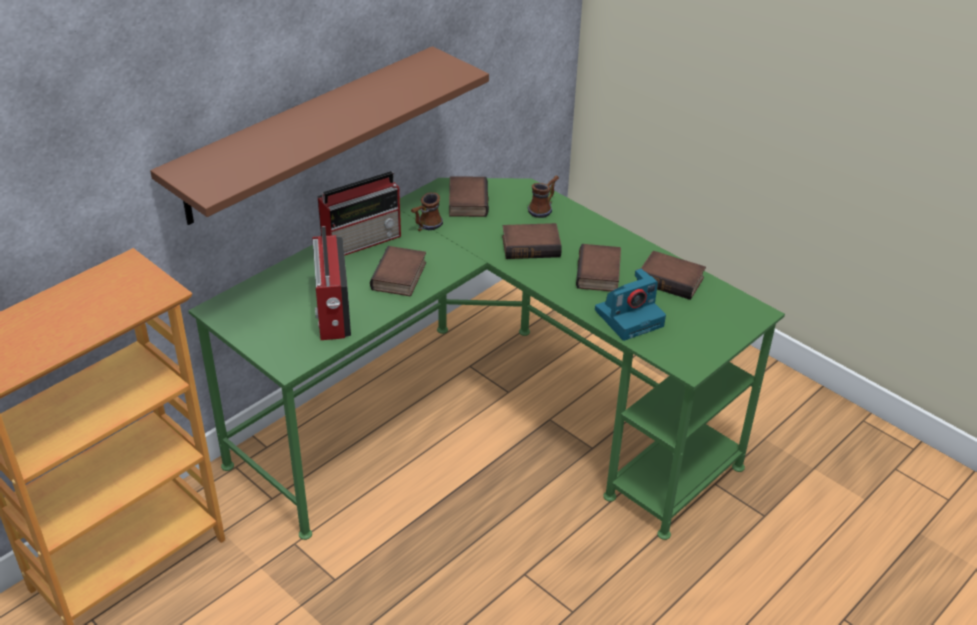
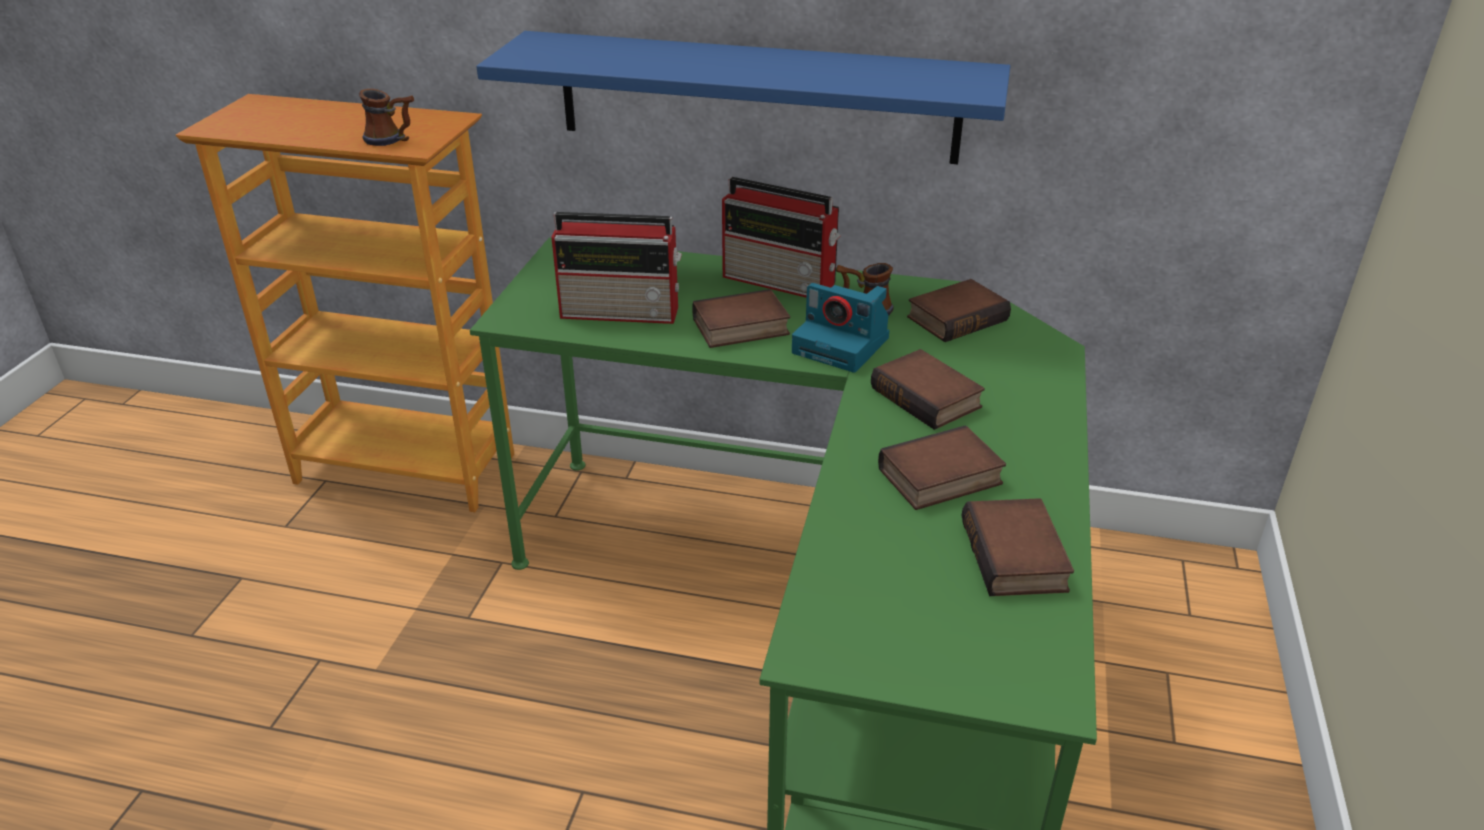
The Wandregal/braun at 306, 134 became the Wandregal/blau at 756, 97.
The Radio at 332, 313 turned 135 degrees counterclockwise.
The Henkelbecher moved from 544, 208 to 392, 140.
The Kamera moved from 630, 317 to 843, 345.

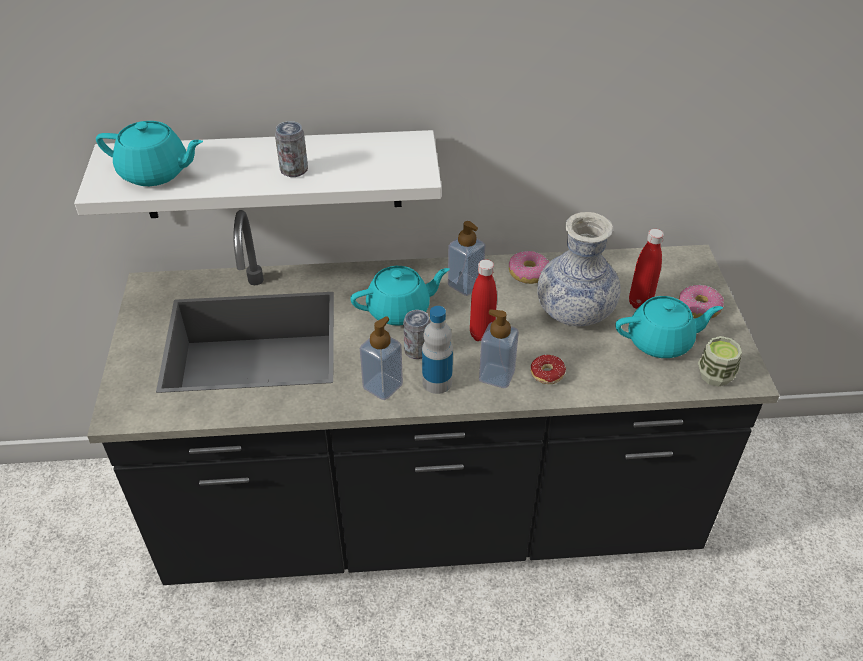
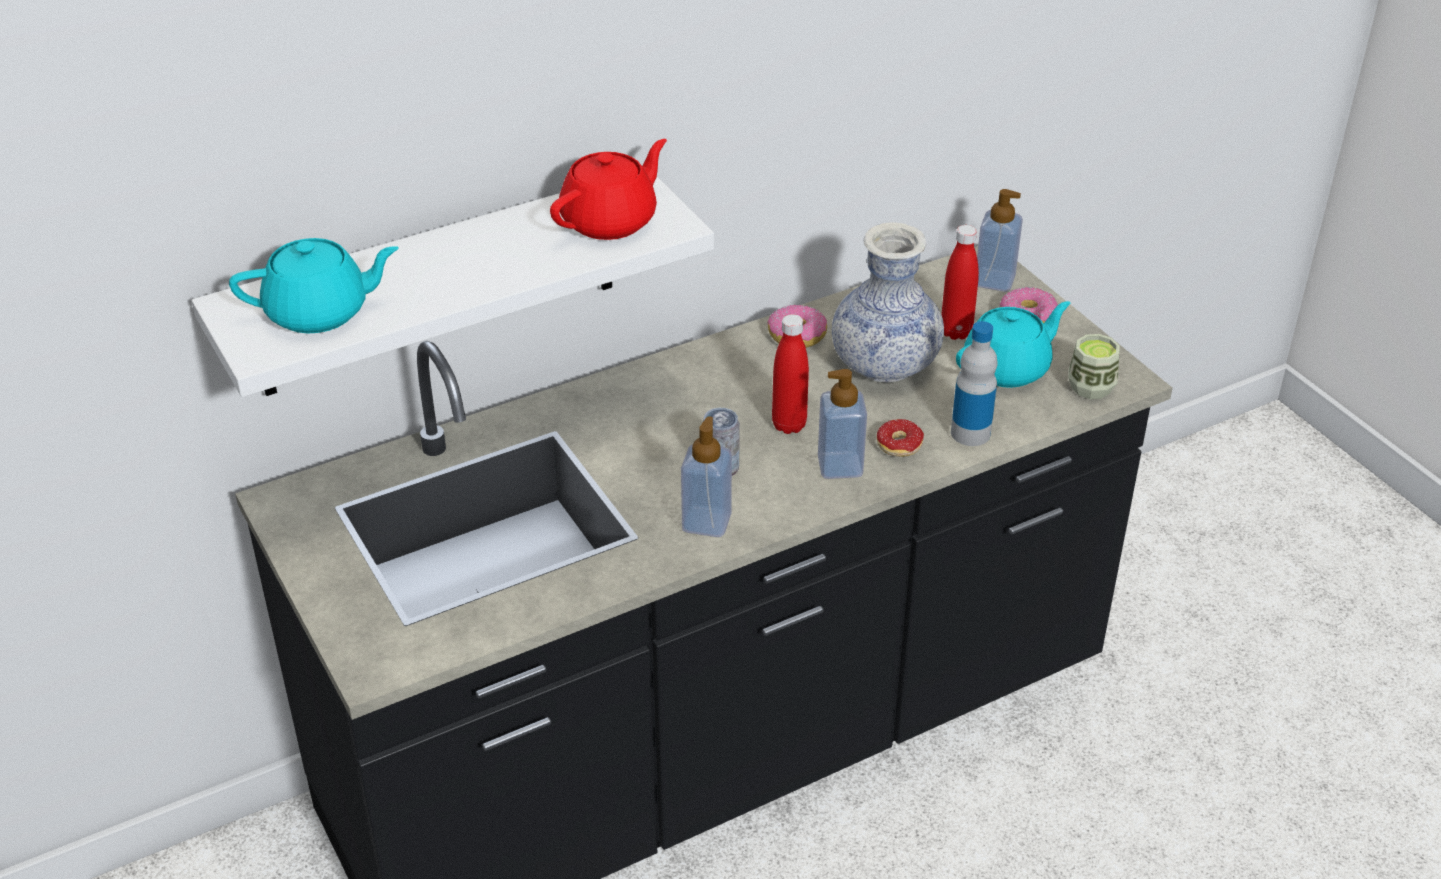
The Dose at 294, 170 disappeared.
The Teekanne/türkis at 400, 310 disappeared.
The Flasche moved from 437, 382 to 970, 433.
The Seifenspender moved from 465, 285 to 994, 280.
The Teekanne/rot at 611, 221 appeared.

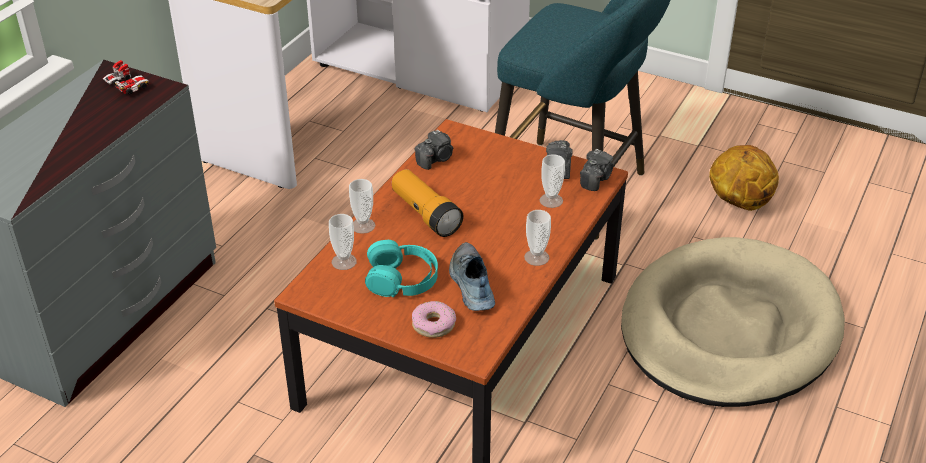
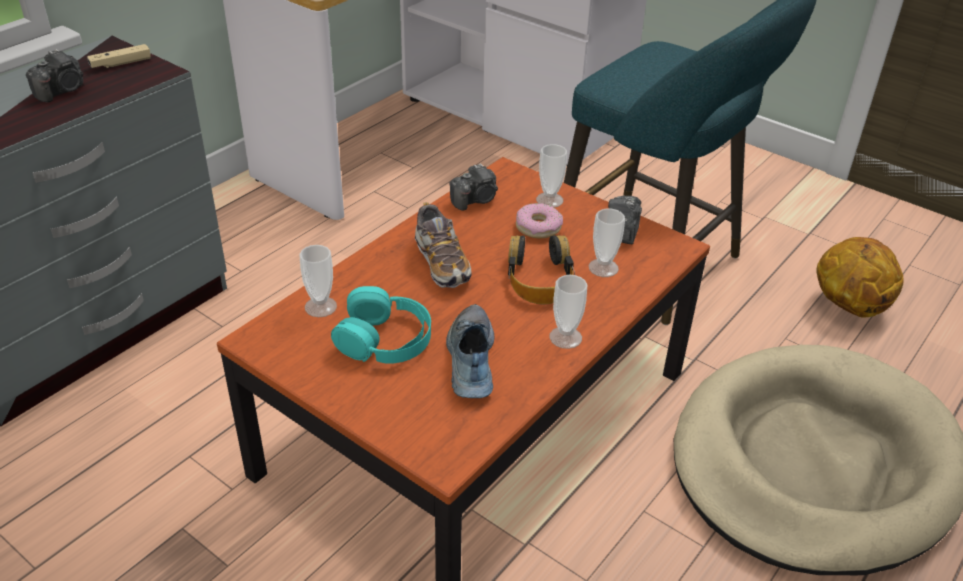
The Spielzeugauto at 127, 85 was replaced by the Gamepad/beige at 121, 63.
The Tasse moved from 363, 226 to 549, 200.
The Taschenlampe at 425, 214 was replaced by the Schuh at 442, 263.
The Donut moved from 433, 324 to 538, 227.
The Kamera moved from 595, 179 to 62, 91.
The Kopfhörer at 539, 278 appeared.

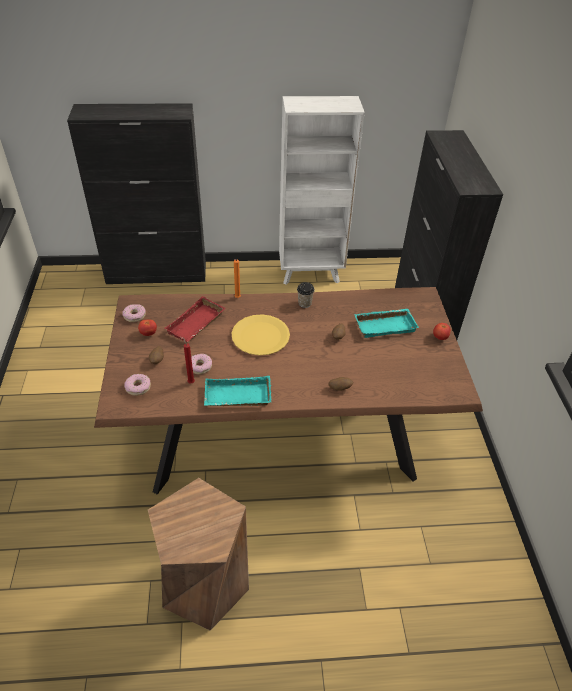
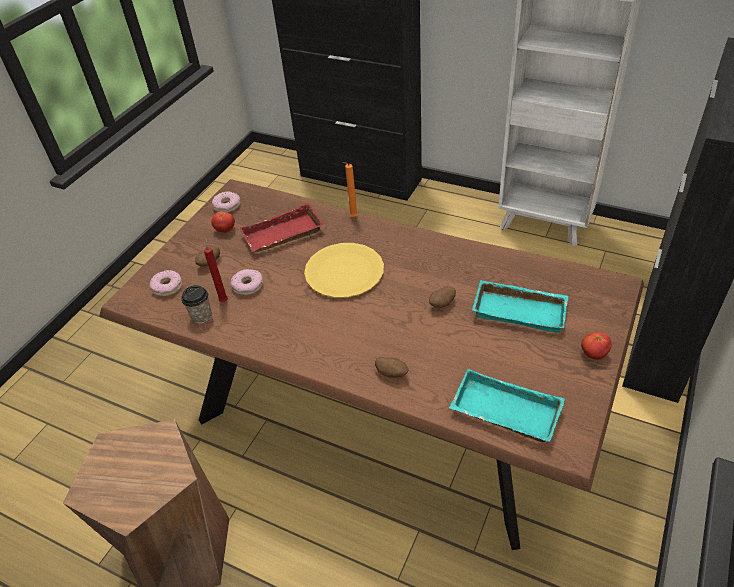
The Tablett/türkis moved from 237, 397 to 503, 413.
The Tasse moved from 304, 303 to 201, 316.

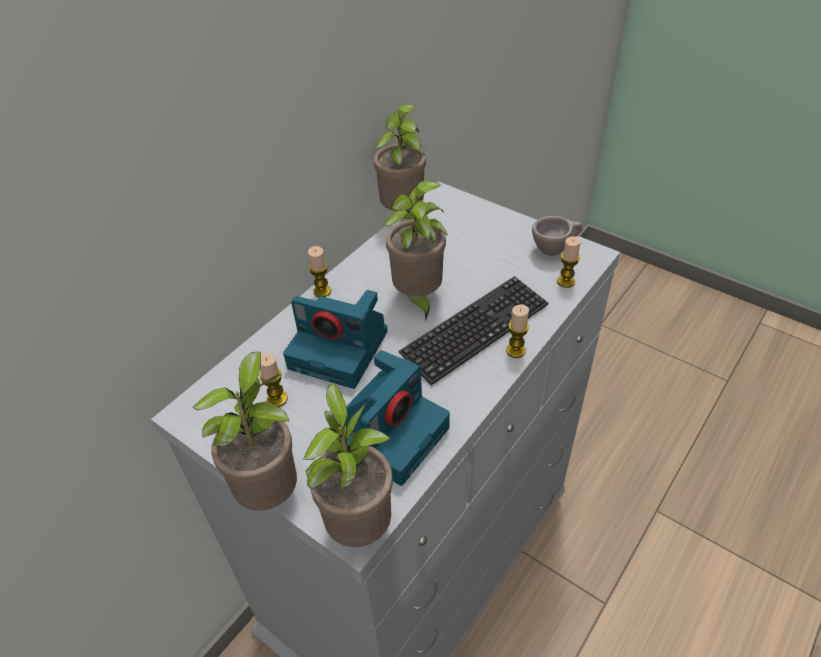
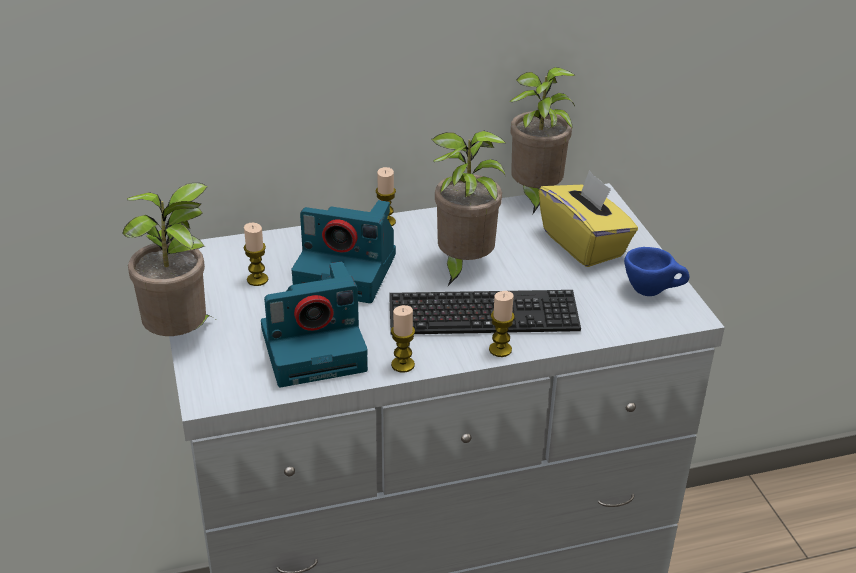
The Kamera at 341, 349 turned 45 degrees counterclockwise.
The Topfpflanze at 359, 525 disappeared.
The Tasse/beige at 554, 249 became the Tasse/blau at 653, 291.
The Kerze moved from 566, 281 to 403, 365.
The Taschentuchbox/gelb at 584, 244 appeared.

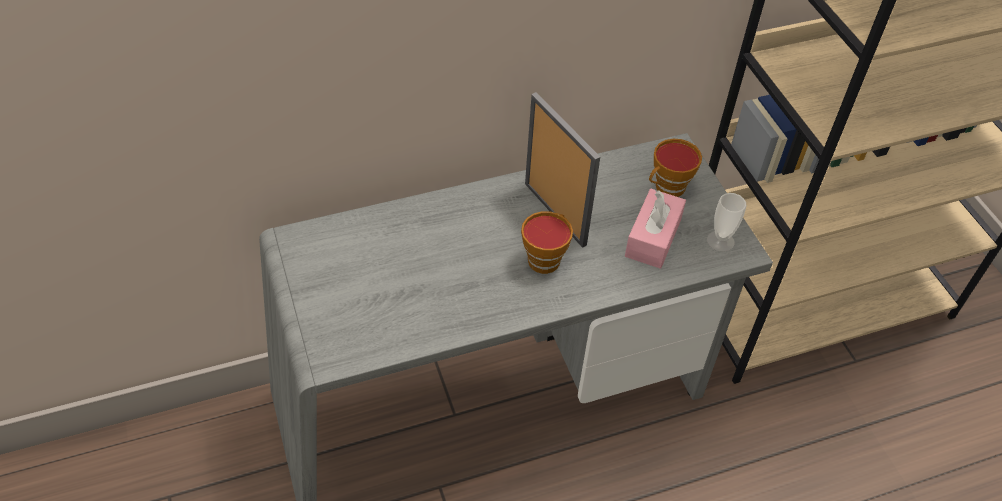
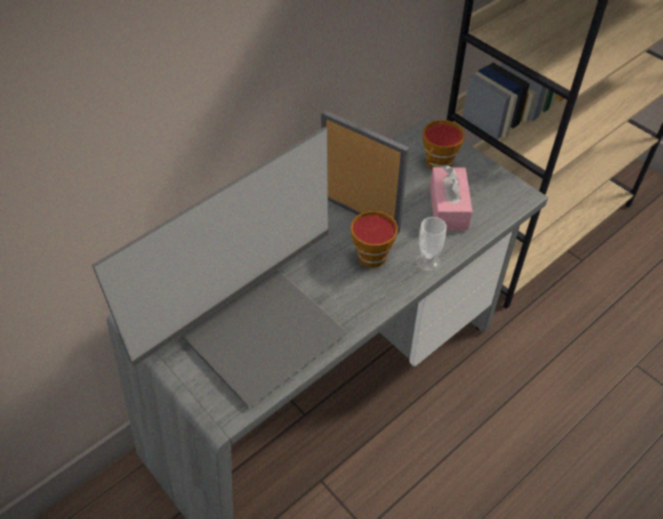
The Tasse moved from 720, 241 to 428, 262.
The Monitor at 257, 329 appeared.

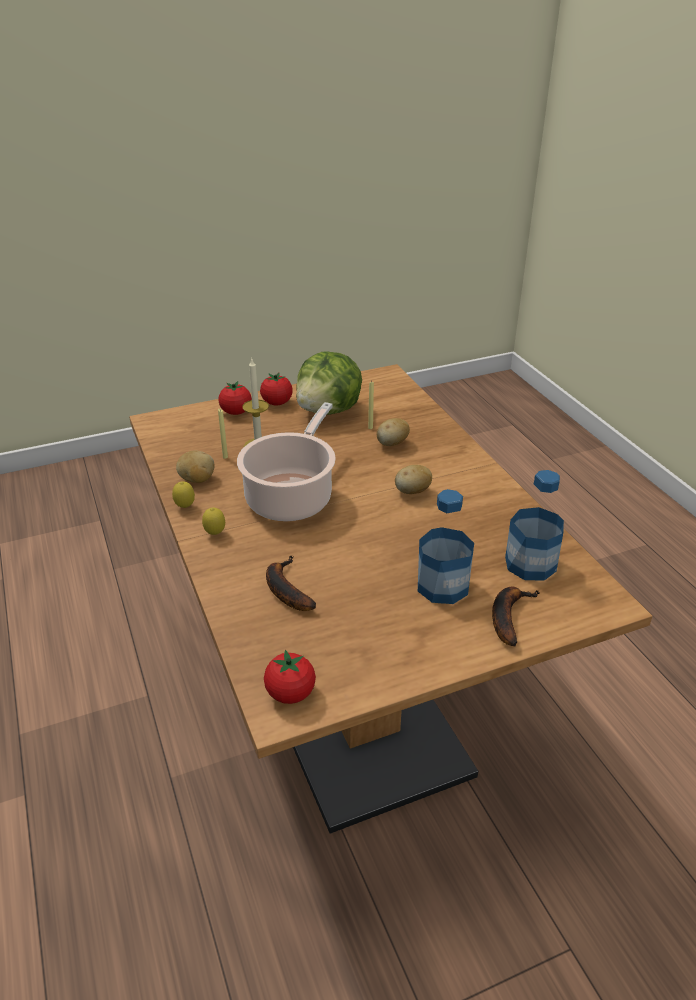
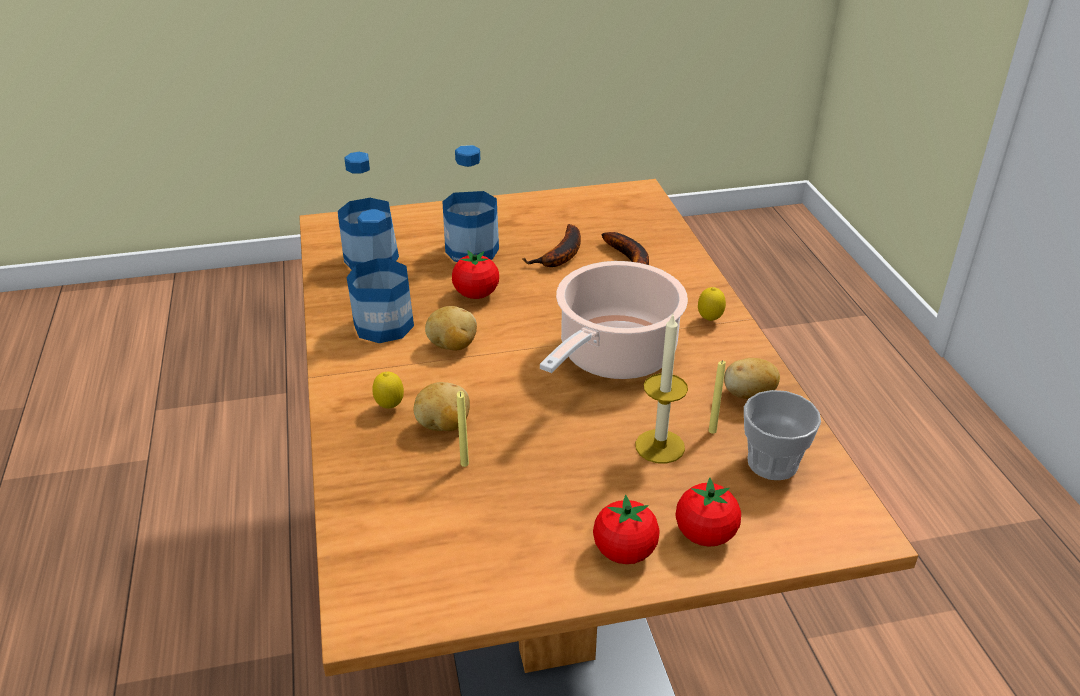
The Zitrone moved from 185, 507 to 390, 407.
The Tomate moved from 290, 693 to 476, 294.
The Salatkopf at 329, 411 disappeared.
The Banane moved from 507, 616 to 561, 256.
The Flasche at 384, 325 appeared.
The Tasse at 772, 463 appeared.

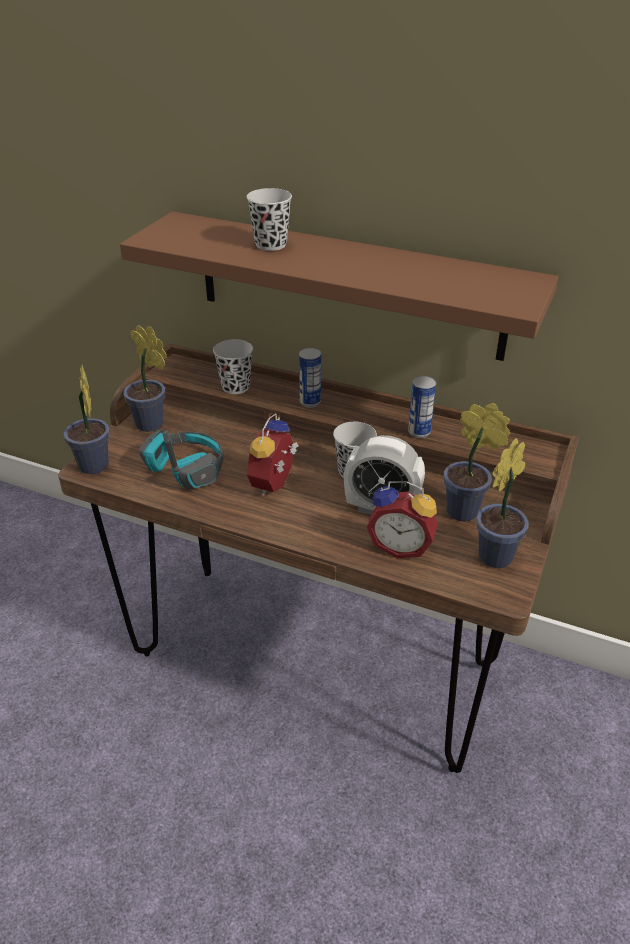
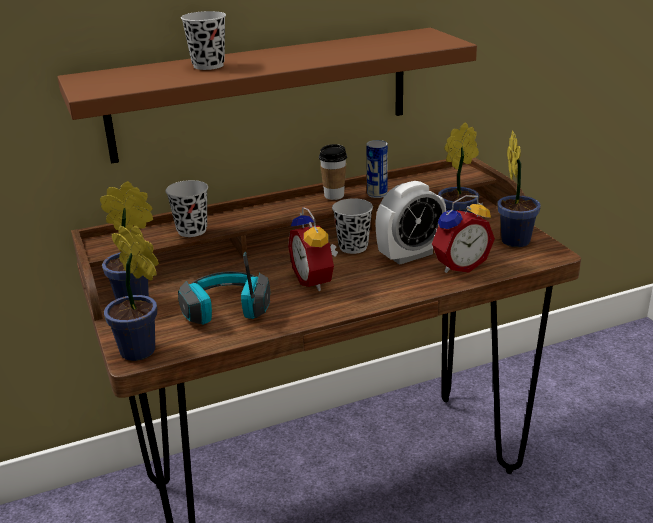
The Dose at 310, 402 disappeared.
The Tasse at 334, 195 appeared.

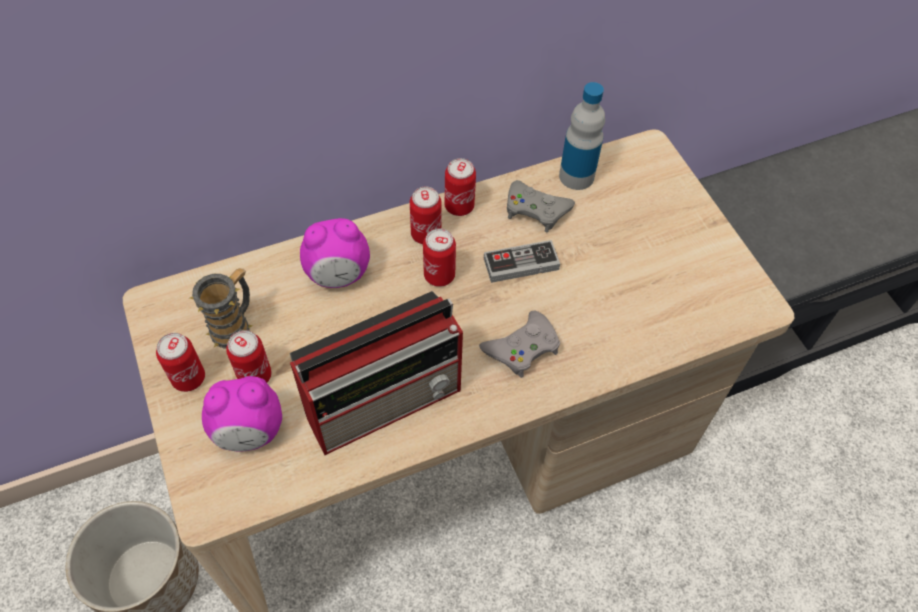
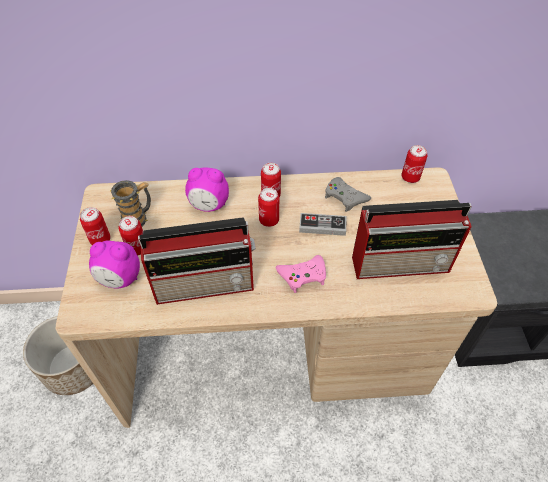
The Dose moved from 459, 206 to 410, 177.
The Gamepad/grau at 522, 348 became the Gamepad/rosa at 303, 275.
The Flasche at 576, 176 disappeared.
The Radio at 402, 263 appeared.

